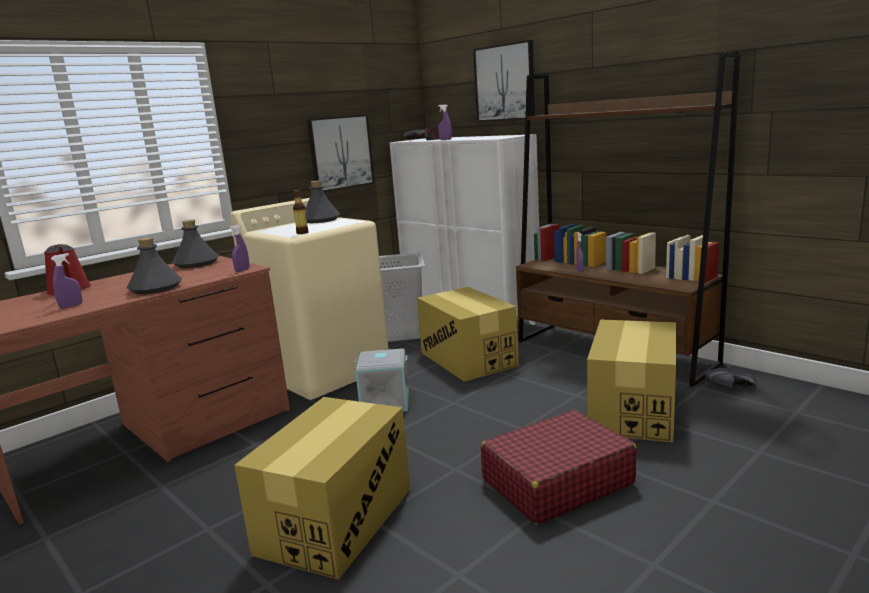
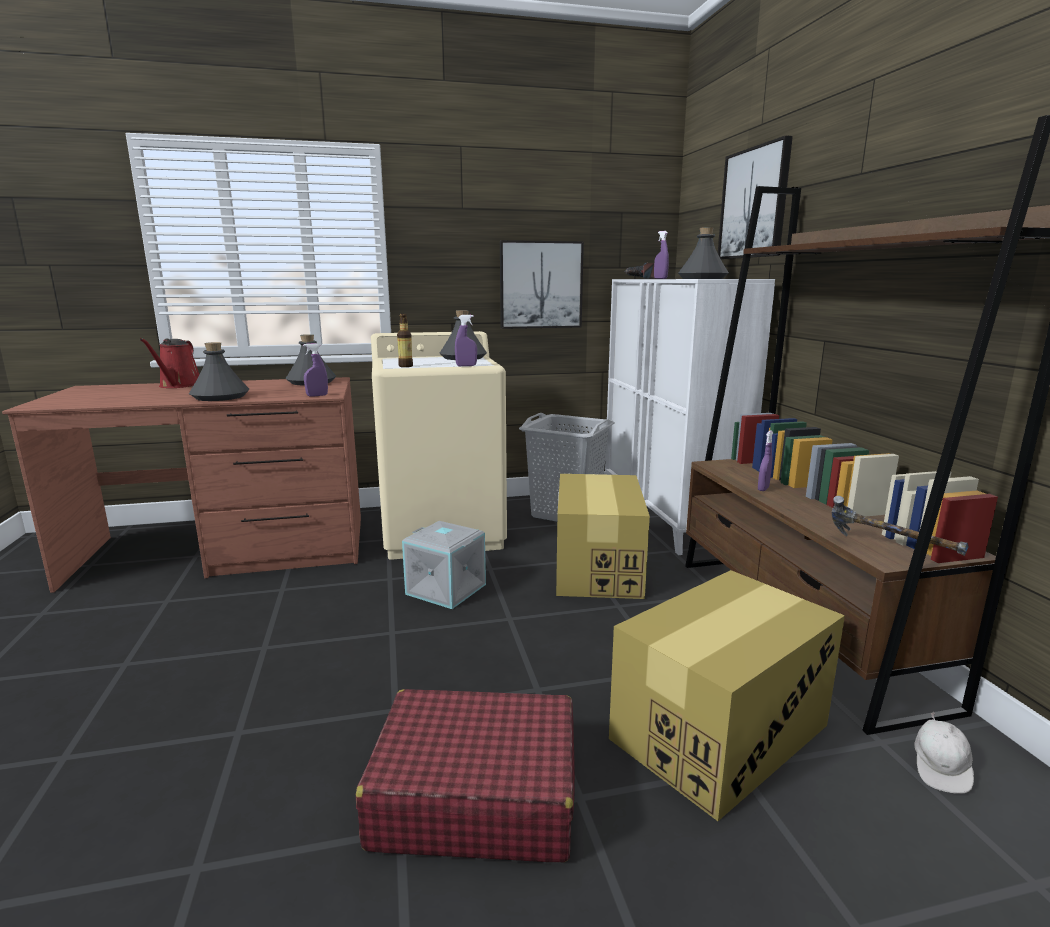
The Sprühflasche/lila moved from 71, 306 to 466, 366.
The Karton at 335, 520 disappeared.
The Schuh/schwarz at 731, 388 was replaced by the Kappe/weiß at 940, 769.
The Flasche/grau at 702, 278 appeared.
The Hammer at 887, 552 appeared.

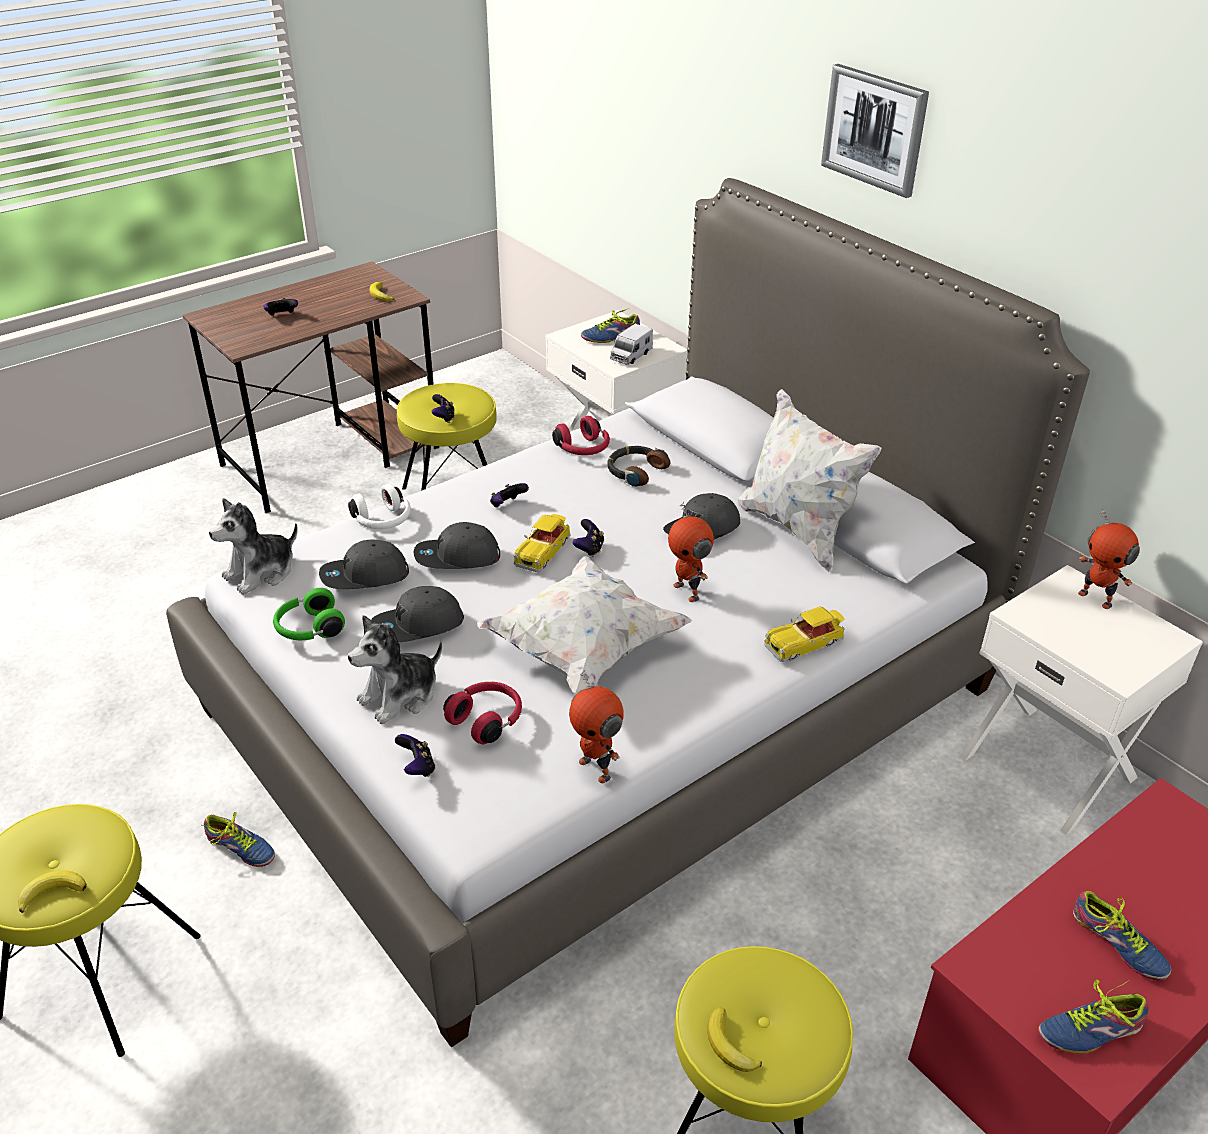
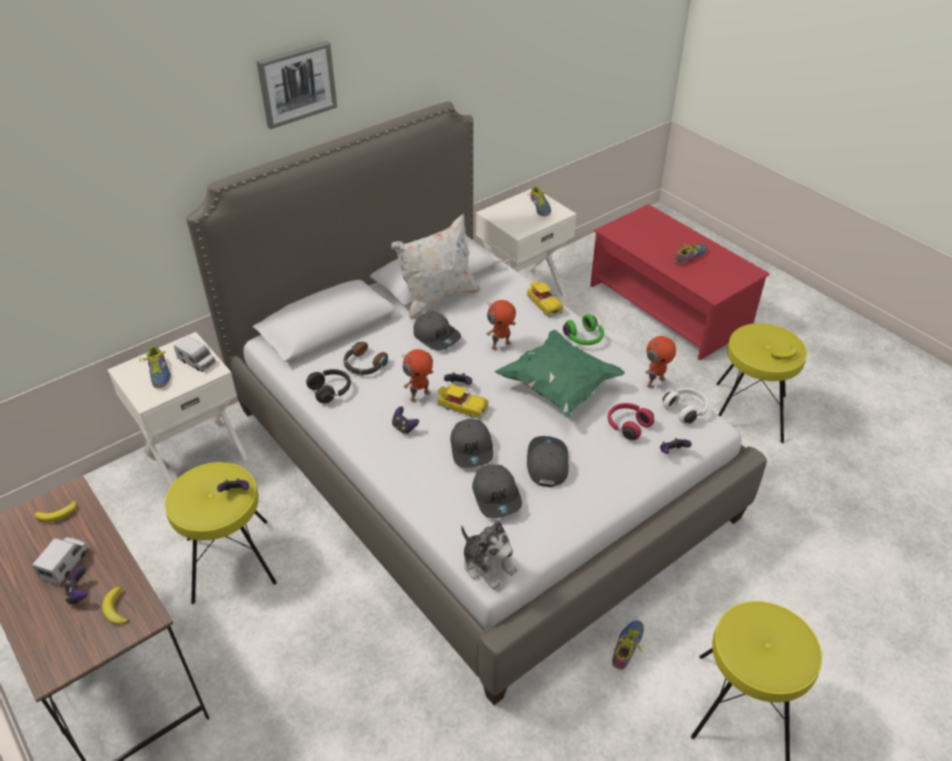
The Banane moved from 52, 892 to 116, 609.
The Kopfhörer/grün moved from 309, 629 to 584, 338.
The Kopfhörer/weiß moved from 383, 521 to 686, 410.
The Plüschtier at 400, 696 disappeared.
The Kappe/grau at 418, 626 turned 150 degrees counterclockwise.
The Kissen/weiß at 584, 649 became the Kissen/grün at 559, 387.
The Kopfhörer/rot at 583, 449 became the Kopfhörer/schwarz at 331, 390.
The Schuh moved from 1087, 1027 to 539, 207.
The Spielzeugroboter moved from 1096, 598 to 419, 395.
The Spielzeuglaster at 65, 564 appeared.

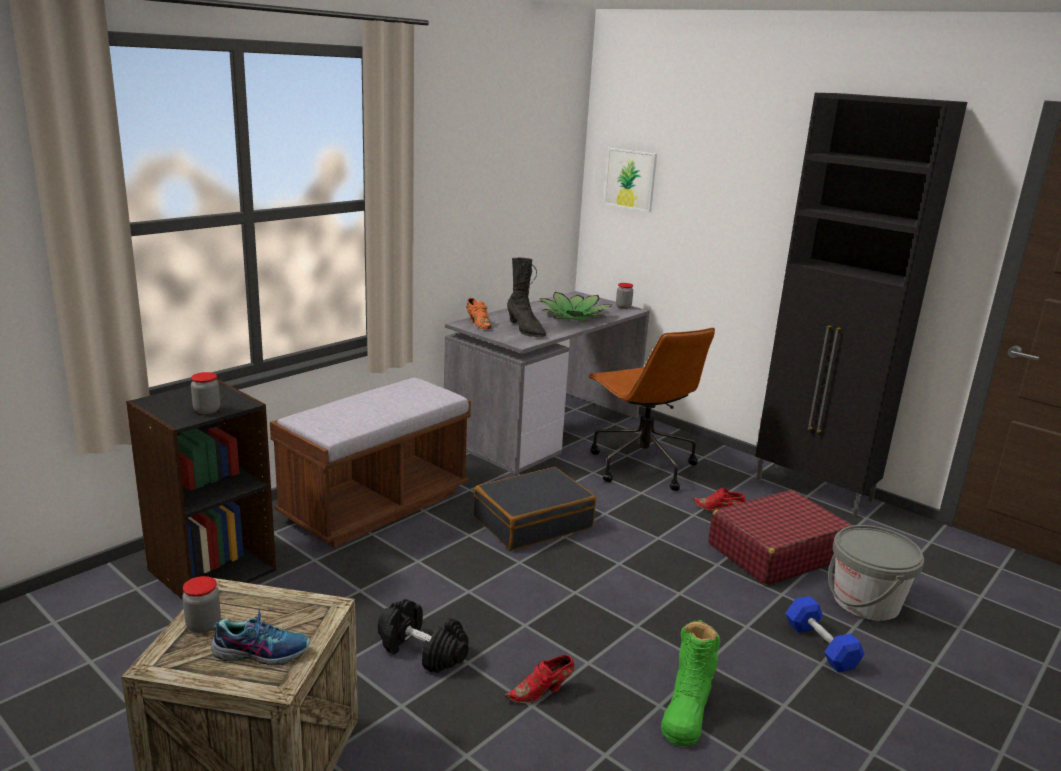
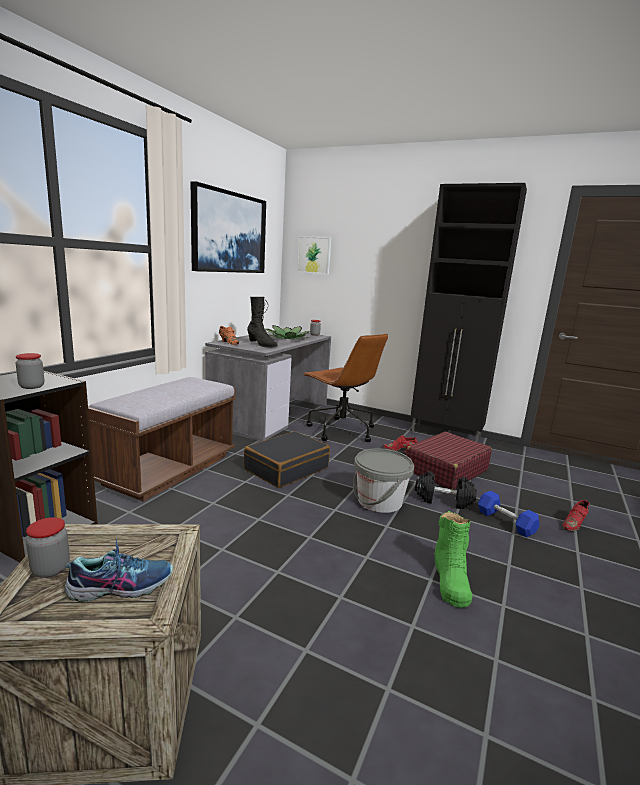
The Hantel/schwarz moved from 421, 651 to 443, 500.
The Schuh/rot moved from 542, 692 to 574, 524.
The Eimer/grau moved from 866, 601 to 379, 501.
The Bild at 229, 233 appeared.

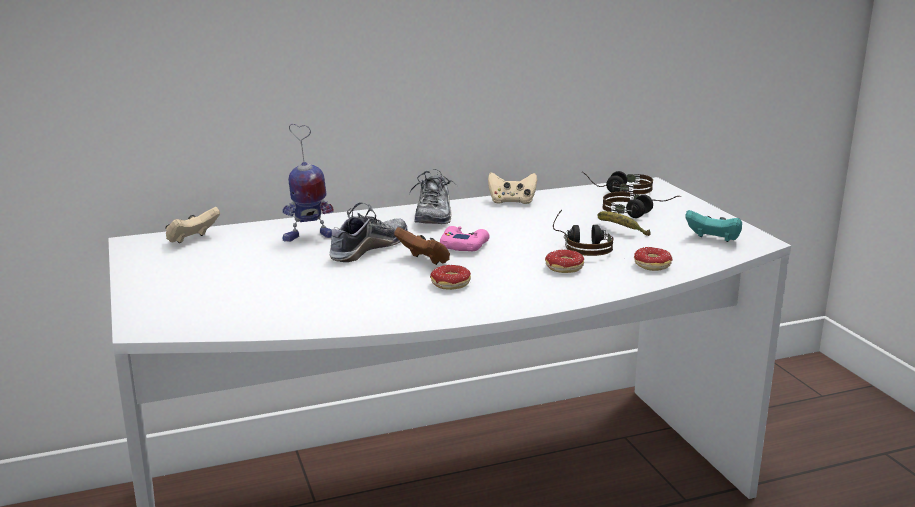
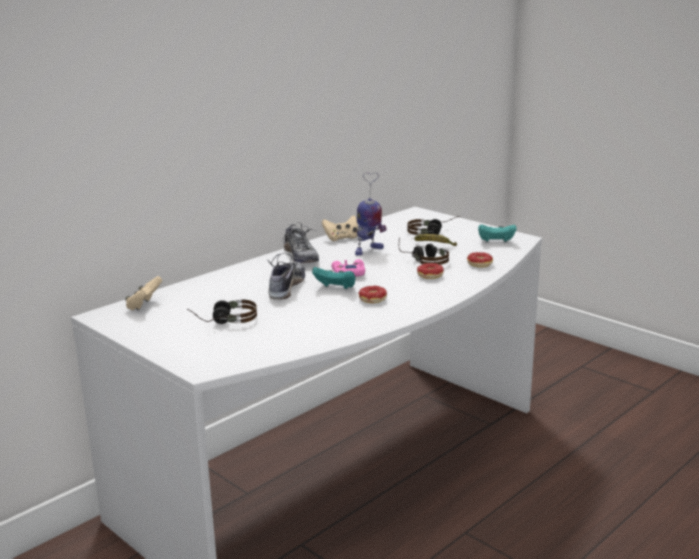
The Spielzeugroboter moved from 308, 237 to 368, 251.
The Gamepad/braun at 424, 261 became the Gamepad/türkis at 335, 288.
The Kopfhörer moved from 617, 191 to 223, 321.

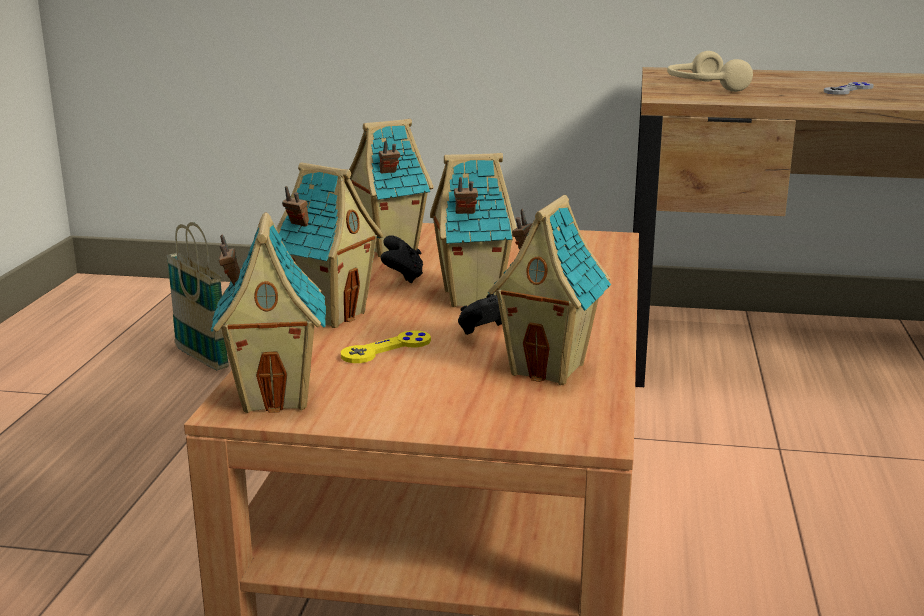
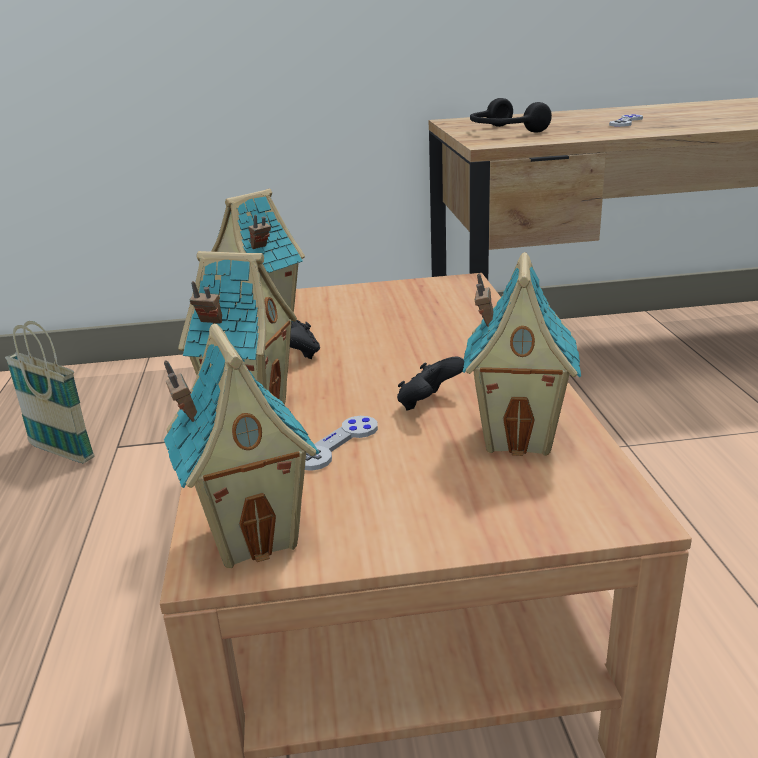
The Gamepad/gelb at 386, 349 became the Gamepad/grau at 337, 445.
The Spielzeughaus at 470, 297 disappeared.
The Kopfhörer/beige at 702, 87 became the Kopfhörer/schwarz at 503, 131.

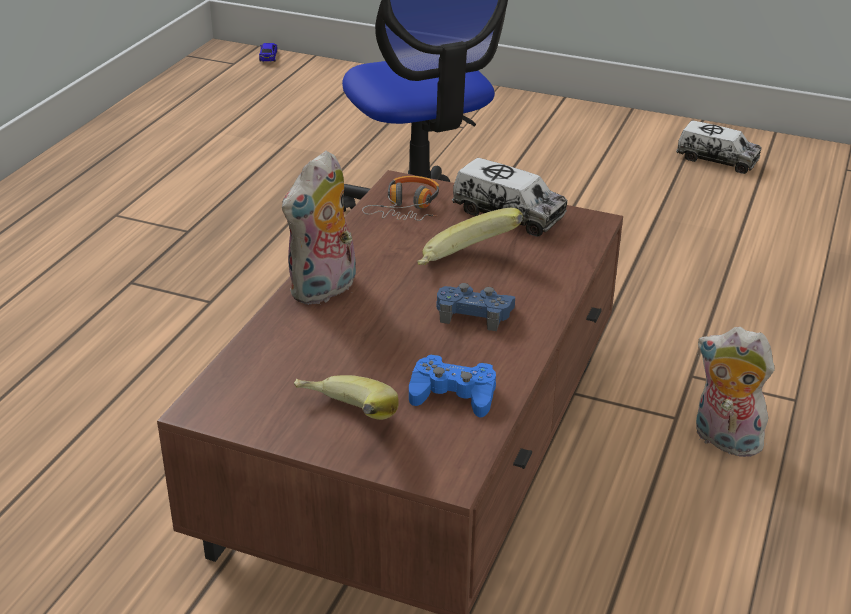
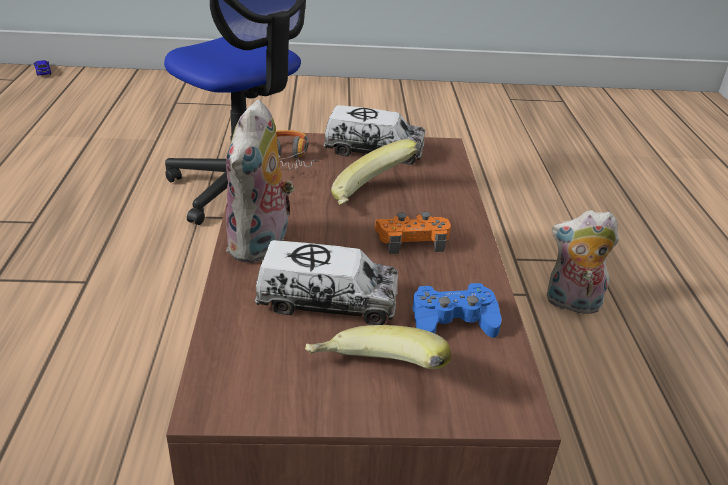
The Gamepad/blau at 474, 314 became the Gamepad/orange at 412, 240.
The Spielzeuglaster moved from 717, 160 to 327, 301.

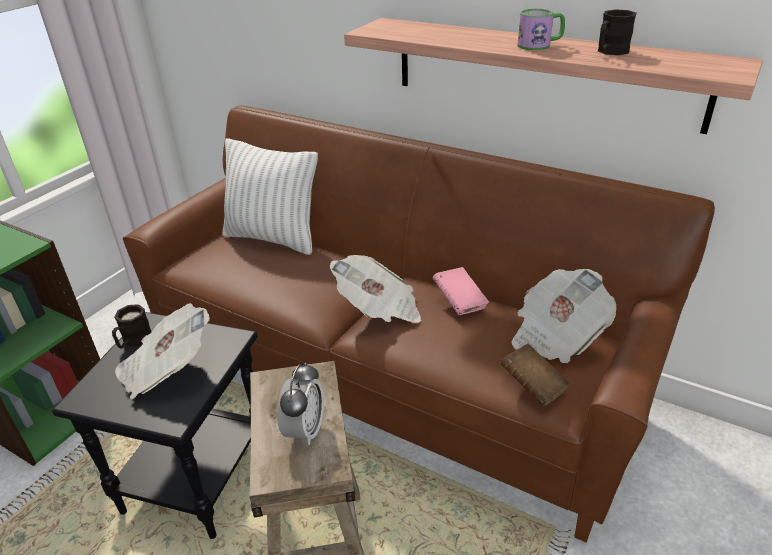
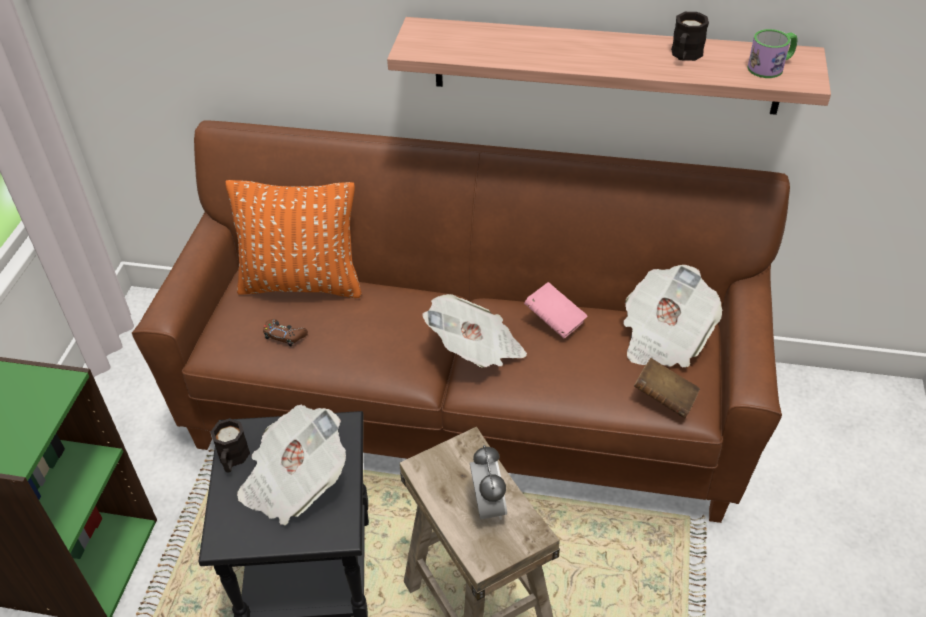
The Kissen/weiß at 273, 238 became the Kissen/orange at 302, 284.
The Henkelbecher moved from 539, 45 to 771, 67.
The Gamepad/braun at 285, 335 appeared.

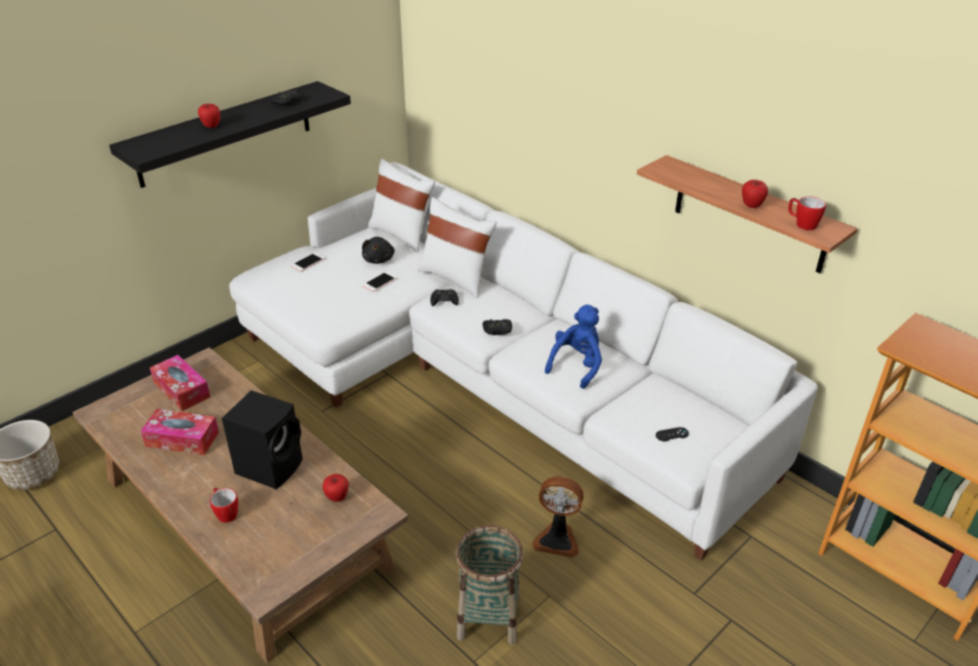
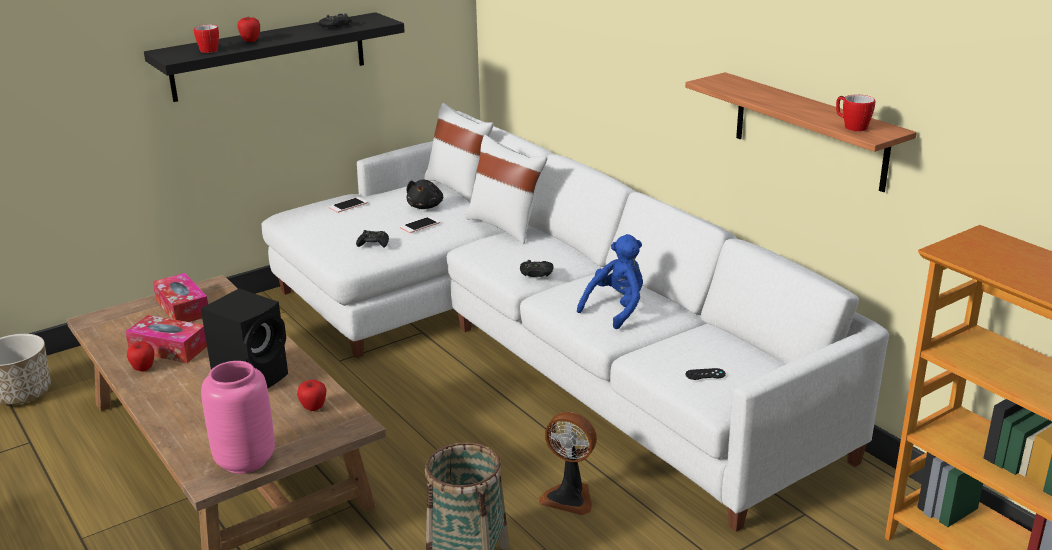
The Henkelbecher moved from 225, 513 to 208, 50.
The Gamepad/schwarz moved from 444, 301 to 373, 243.
The Apfel moved from 751, 206 to 143, 369.
The Vase/rosa at 246, 459 appeared.

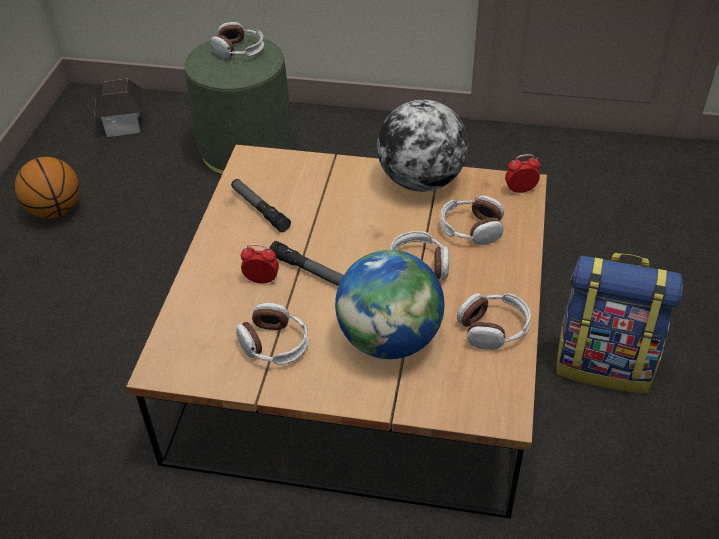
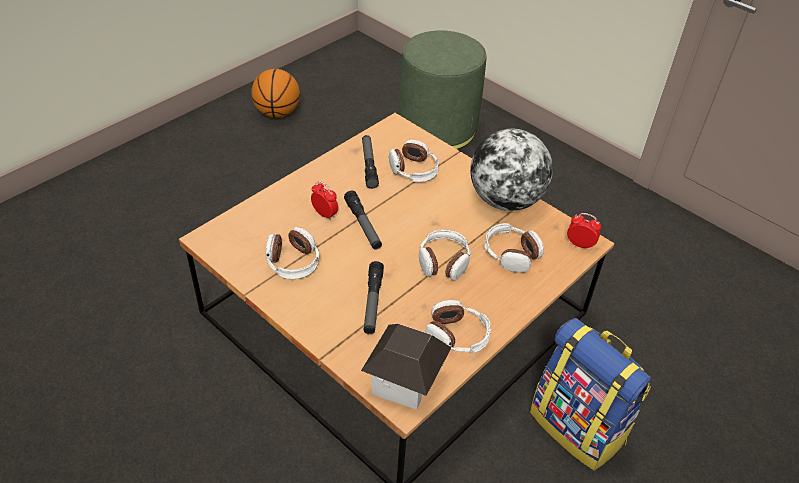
The Spielzeughaus moved from 124, 124 to 404, 381.
The Kopfhörer moved from 239, 50 to 413, 170.
The Globus at 389, 340 was replaced by the Taschenlampe at 372, 302.

